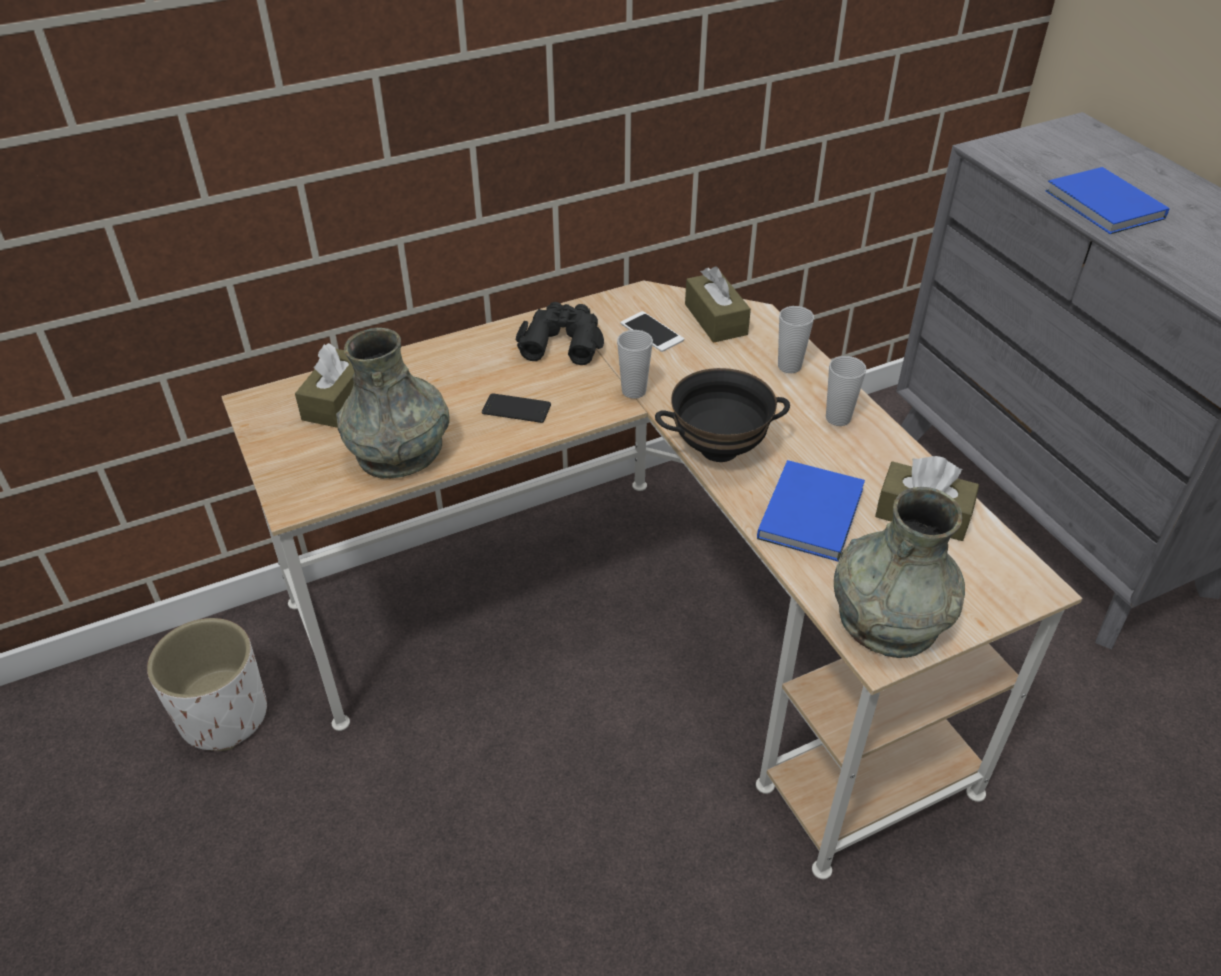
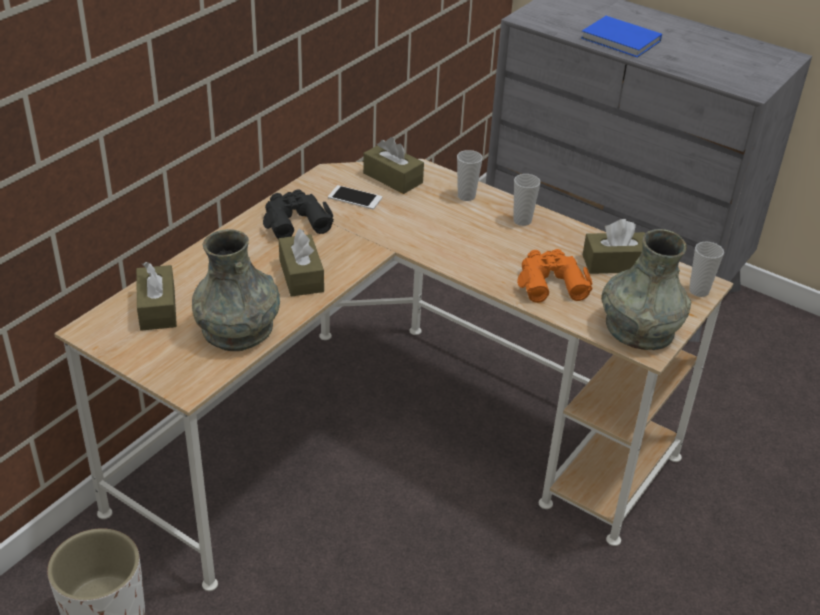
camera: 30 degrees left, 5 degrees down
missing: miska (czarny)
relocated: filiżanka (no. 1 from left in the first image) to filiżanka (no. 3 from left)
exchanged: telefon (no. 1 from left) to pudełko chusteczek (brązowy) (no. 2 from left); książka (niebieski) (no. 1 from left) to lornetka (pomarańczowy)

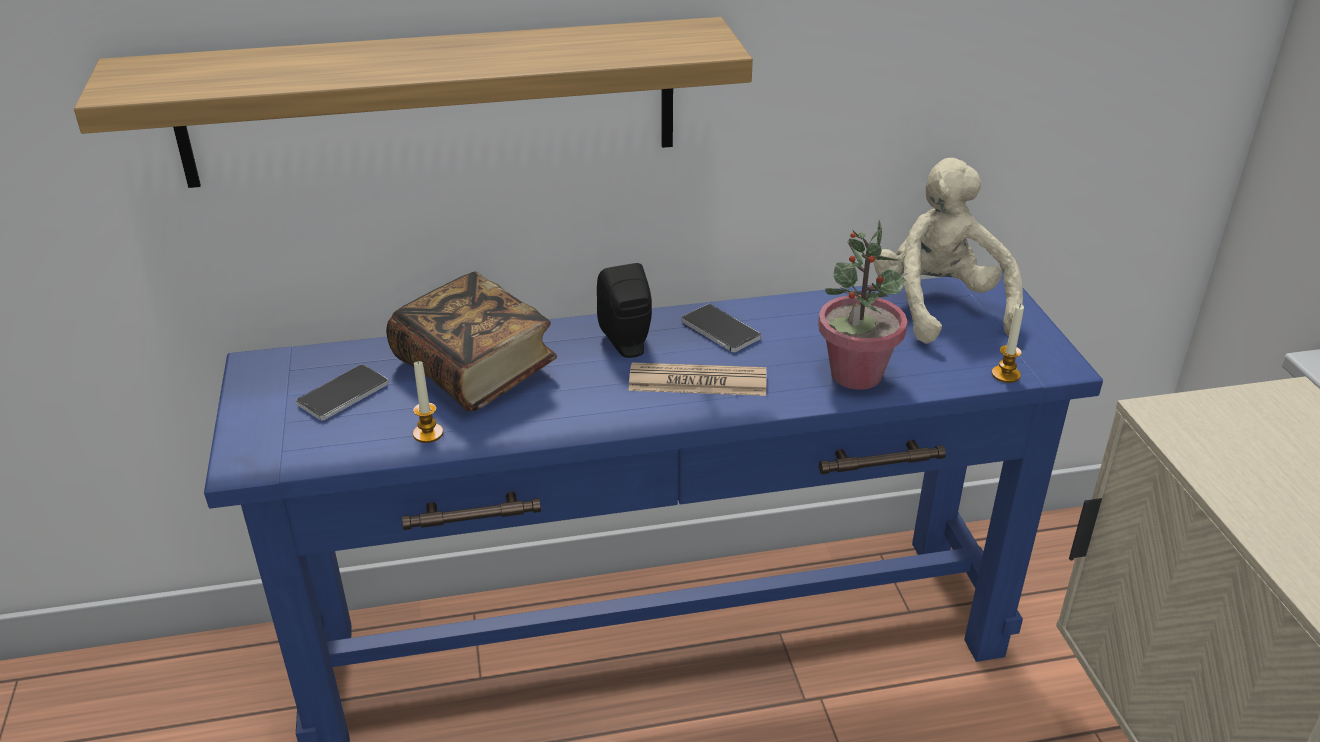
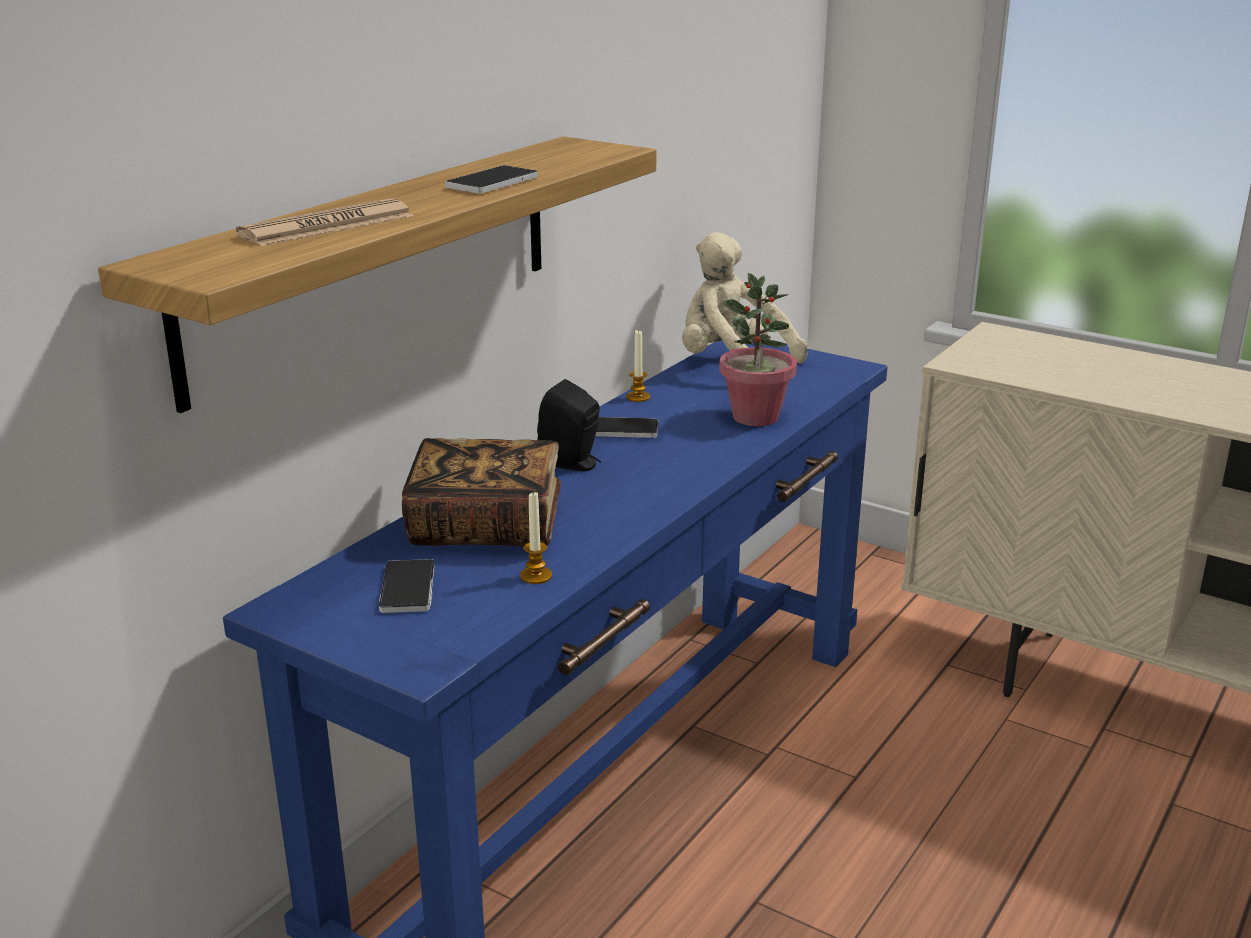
camera: 45 degrees left, 10 degrees down
appeared: telefon (no. 2 from left)
relocated: gazeta; świeca (no. 2 from left)

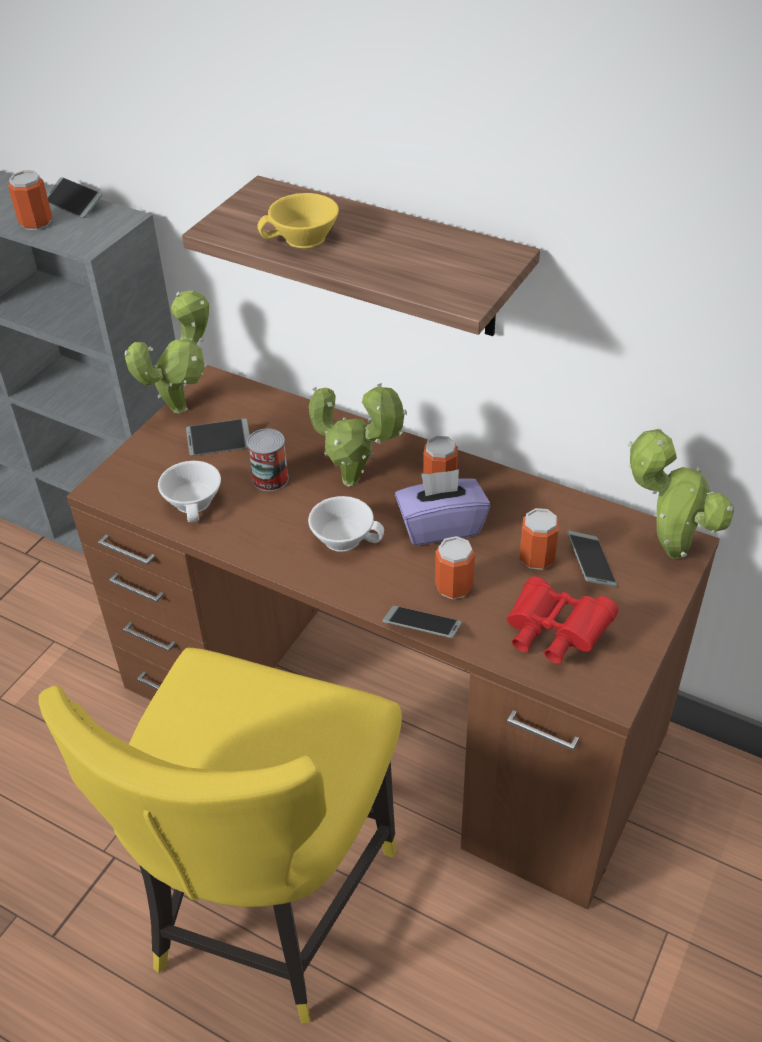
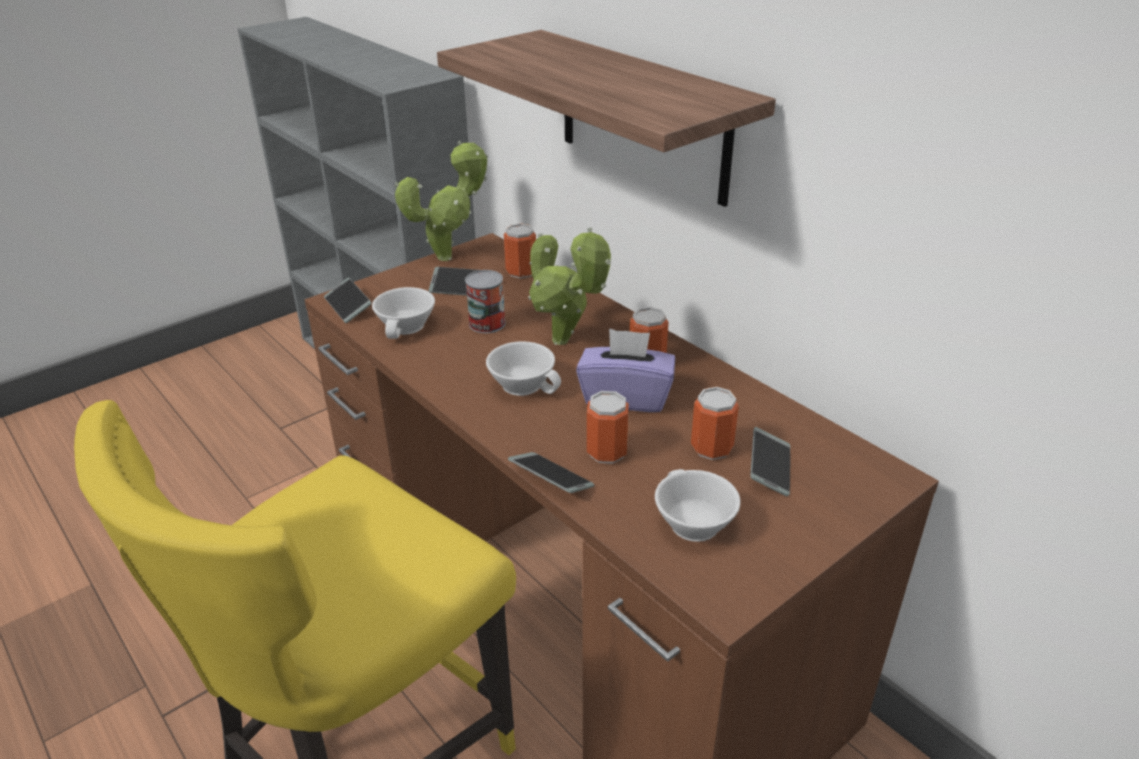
camera: 20 degrees right, 10 degrees down
missing: filiżanka (żółty); roślina doniczkowa (no. 3 from left)
relocated: puszka (no. 1 from left in the first image) to puszka (no. 2 from left); telefon (no. 1 from left)
exchanged: lornetka (czerwony) to filiżanka (biały) (no. 3 from left)

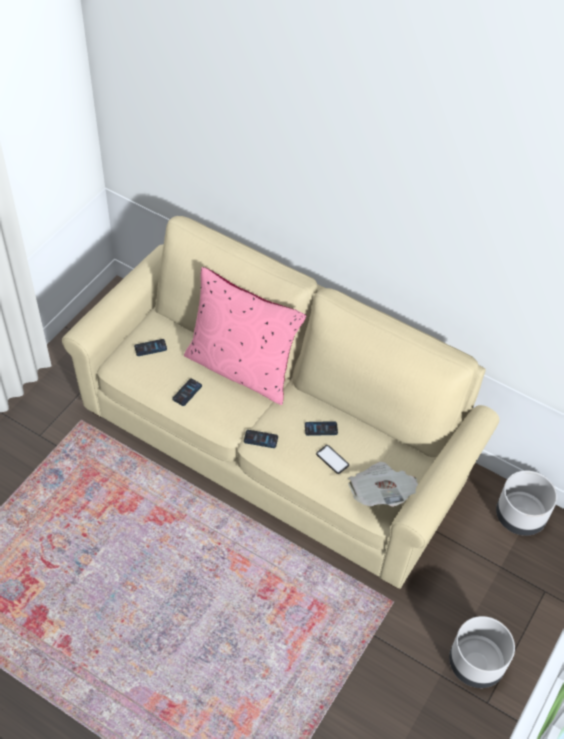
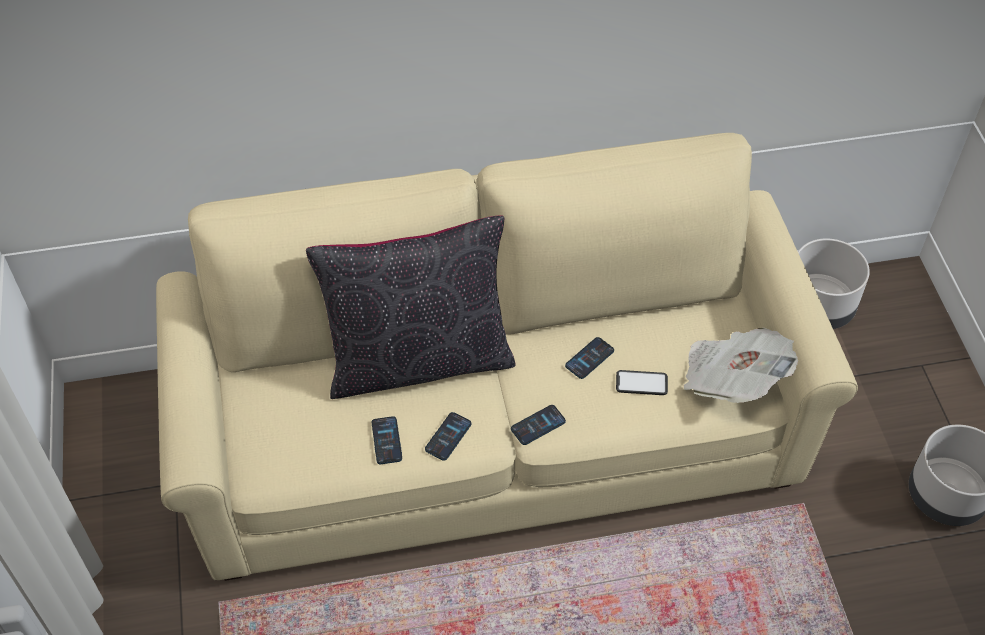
camera: 40 degrees left, 0 degrees up
relocated: telefon (no. 1 from left in the first image) to telefon (no. 2 from left)
colour: poduszka (różowy) to poduszka (czarny)

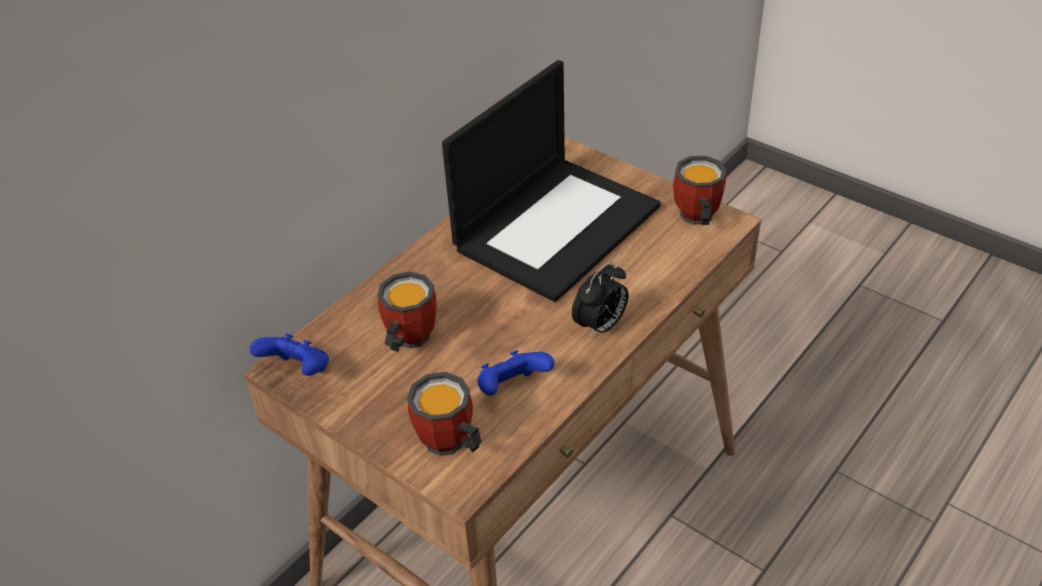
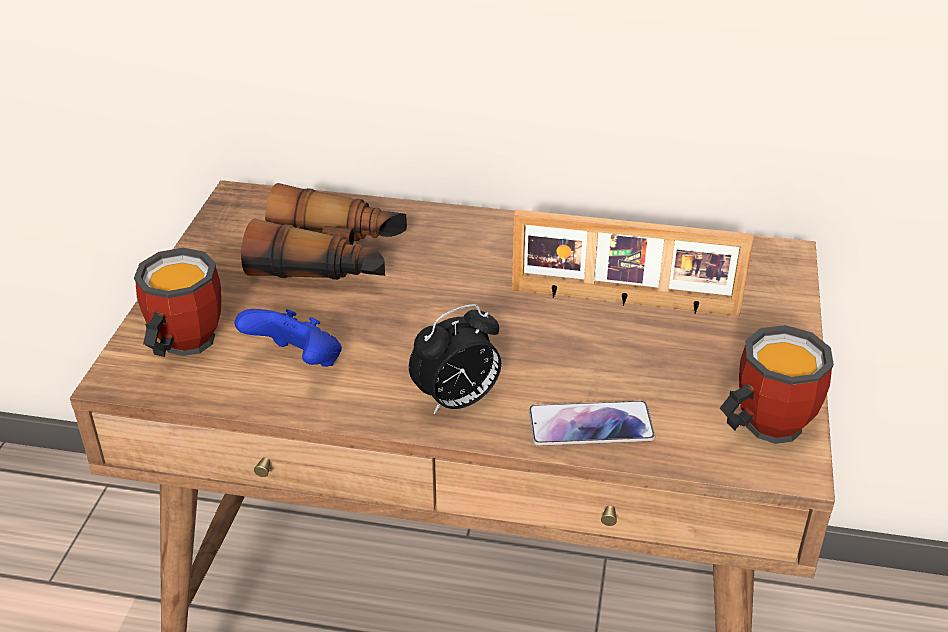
camera: 60 degrees right, 5 degrees down
missing: pad do gier (niebieski) (no. 1 from left)
appeared: telefon
exchanged: kubek (no. 1 from left) to lornetka; laptop to ramka na zdjęcie
spun: budzik 45 degrees counterclockwise

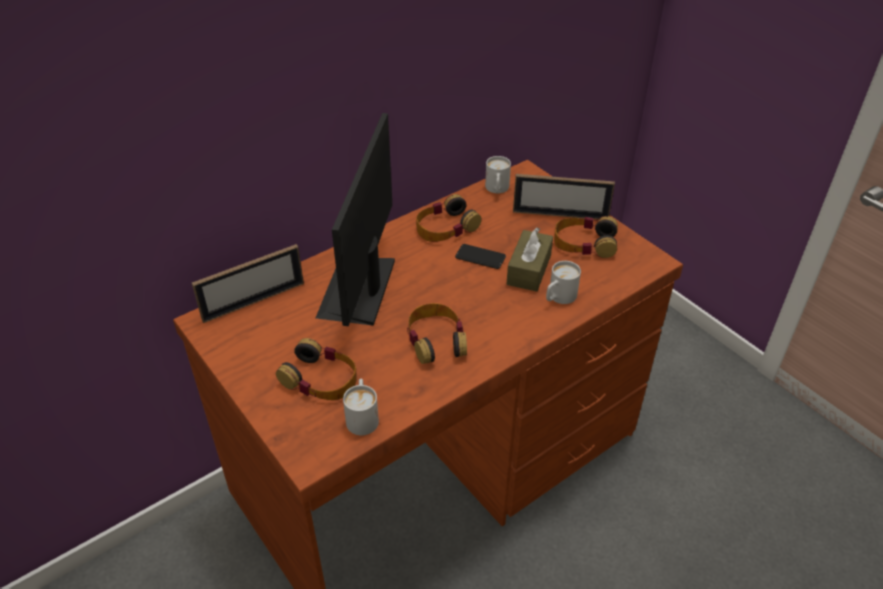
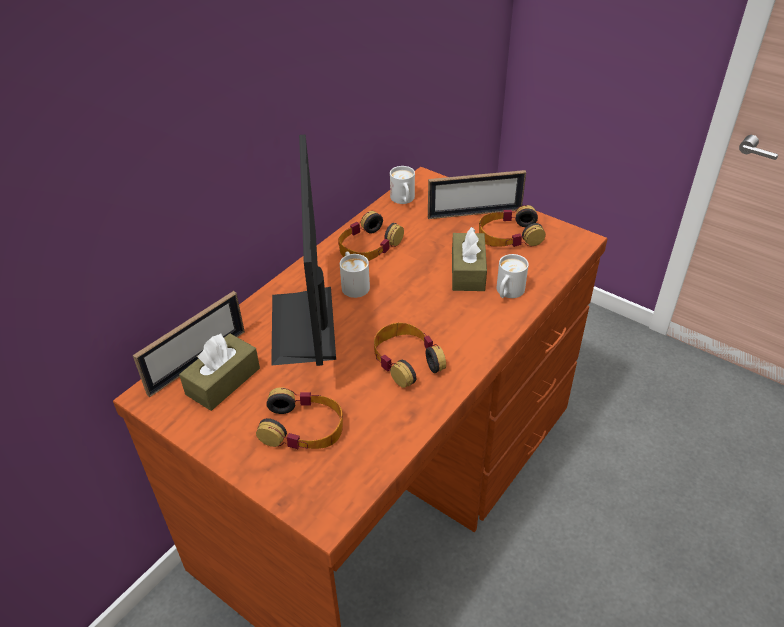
camera: 15 degrees left, 0 degrees up
missing: telefon
appeared: pudełko chusteczek (brązowy) (no. 1 from left)
relocated: kubek (biały) (no. 1 from left)

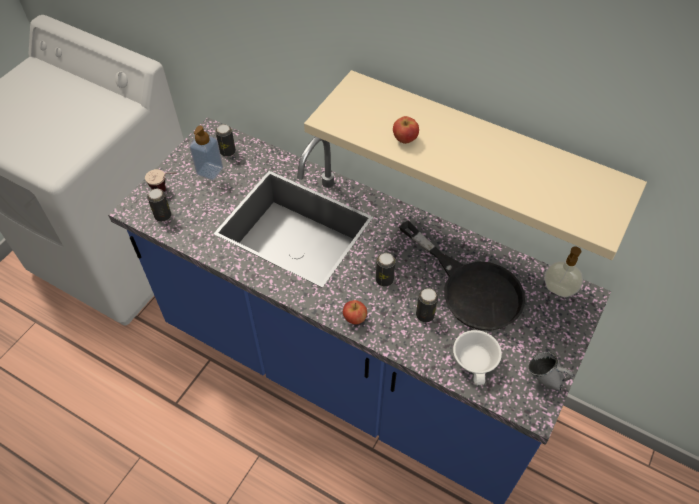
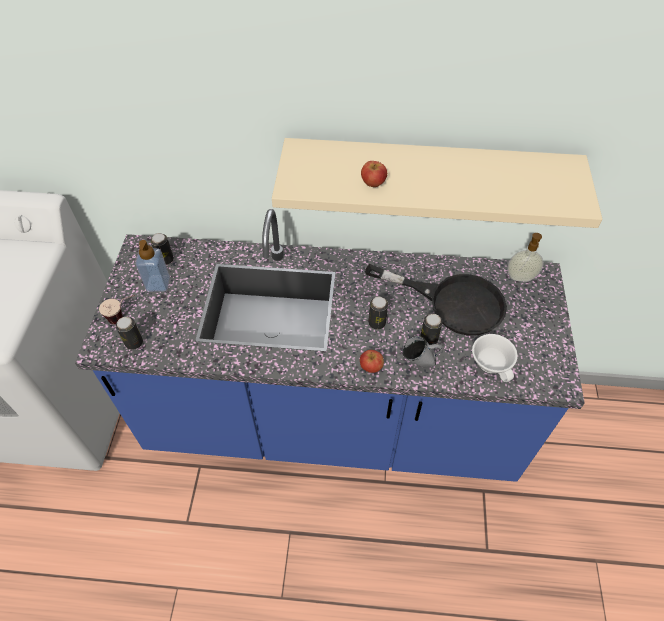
camera: 25 degrees left, 0 degrees up
relocated: kubek (szary)

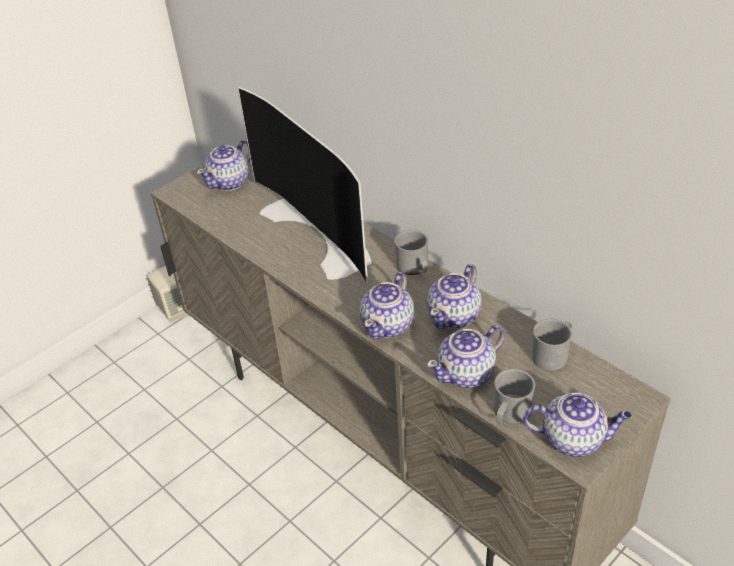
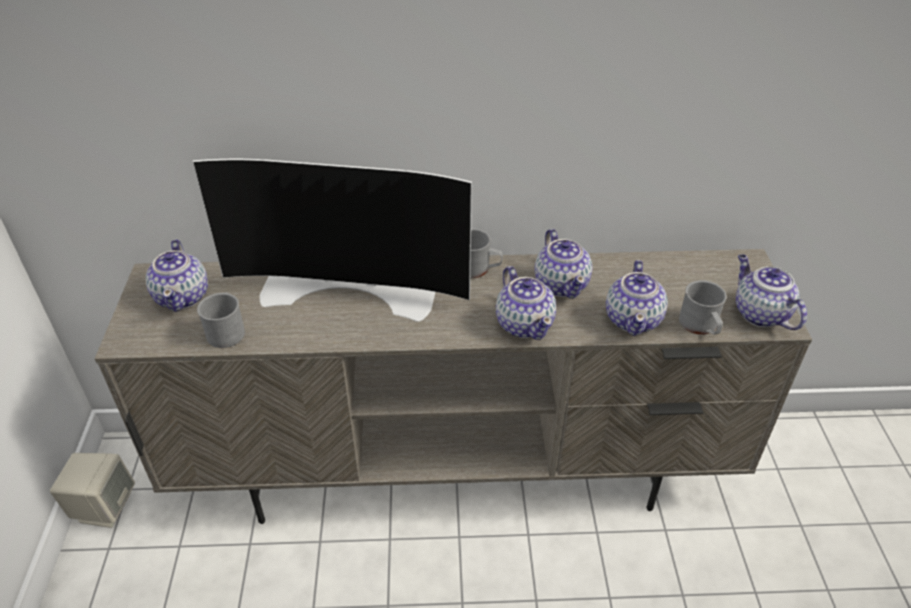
camera: 50 degrees left, 0 degrees up
relocated: kubek (szary) (no. 3 from left in the first image) to kubek (szary) (no. 1 from left)
spun: imbryk (no. 5 from left) 75 degrees counterclockwise

